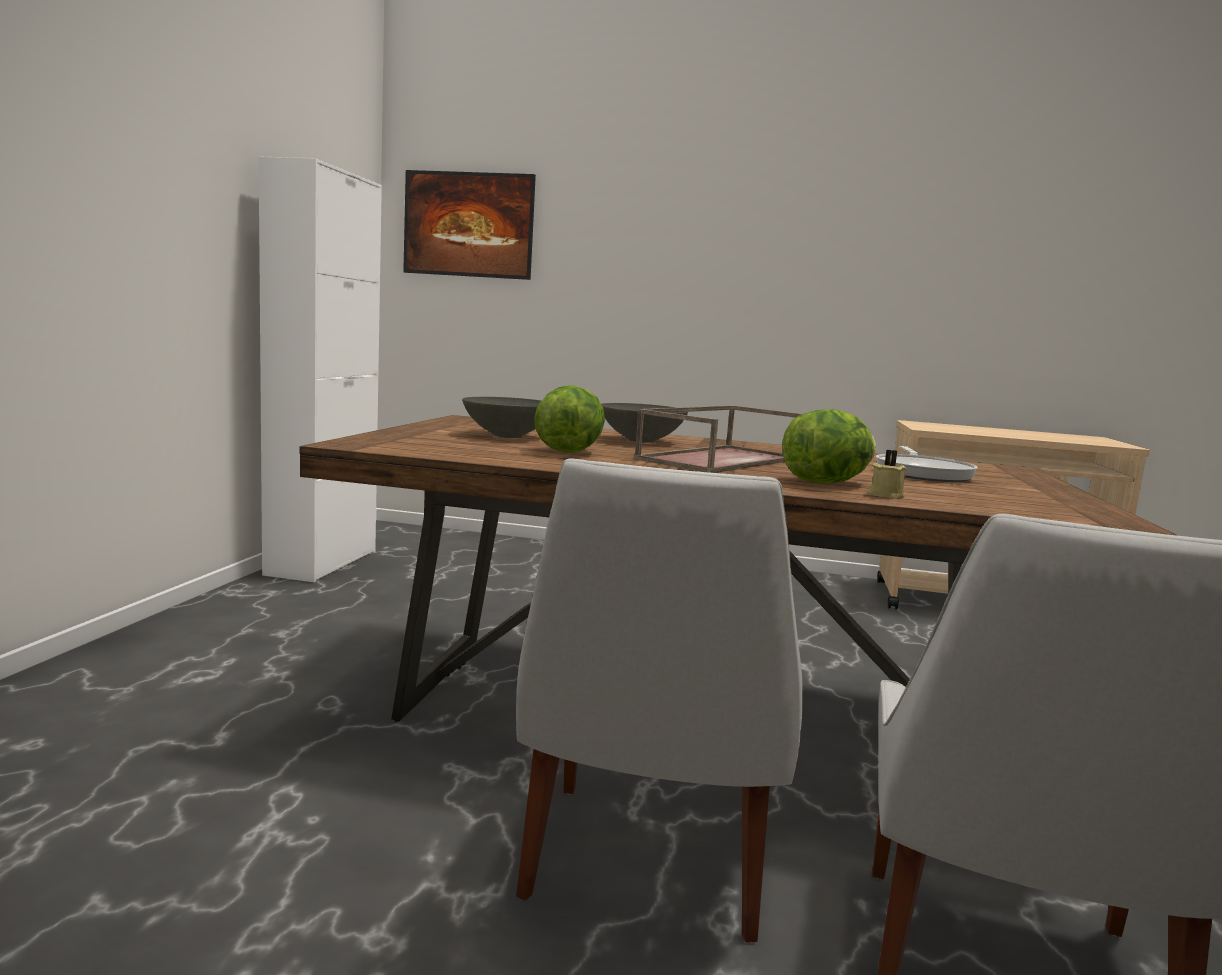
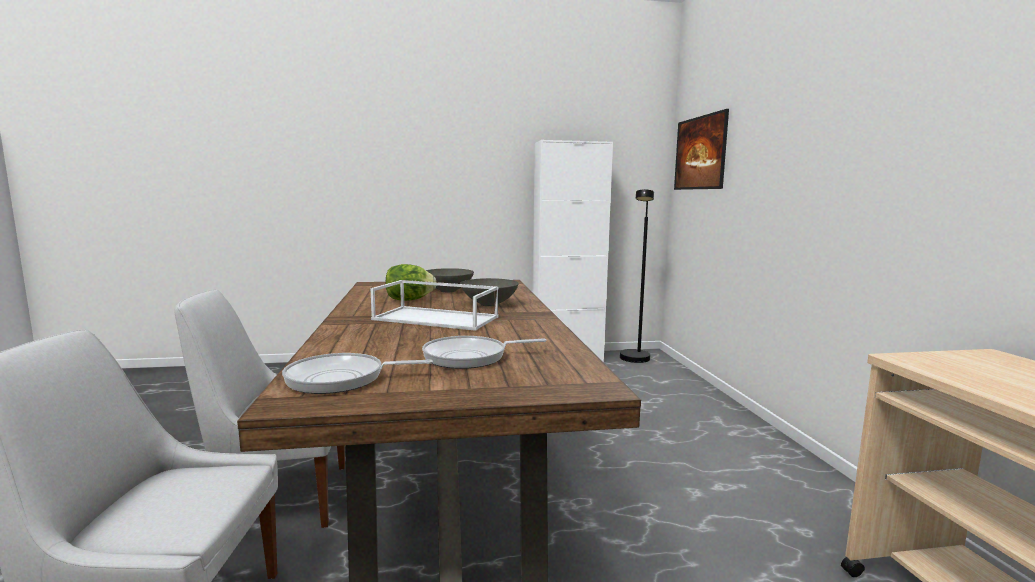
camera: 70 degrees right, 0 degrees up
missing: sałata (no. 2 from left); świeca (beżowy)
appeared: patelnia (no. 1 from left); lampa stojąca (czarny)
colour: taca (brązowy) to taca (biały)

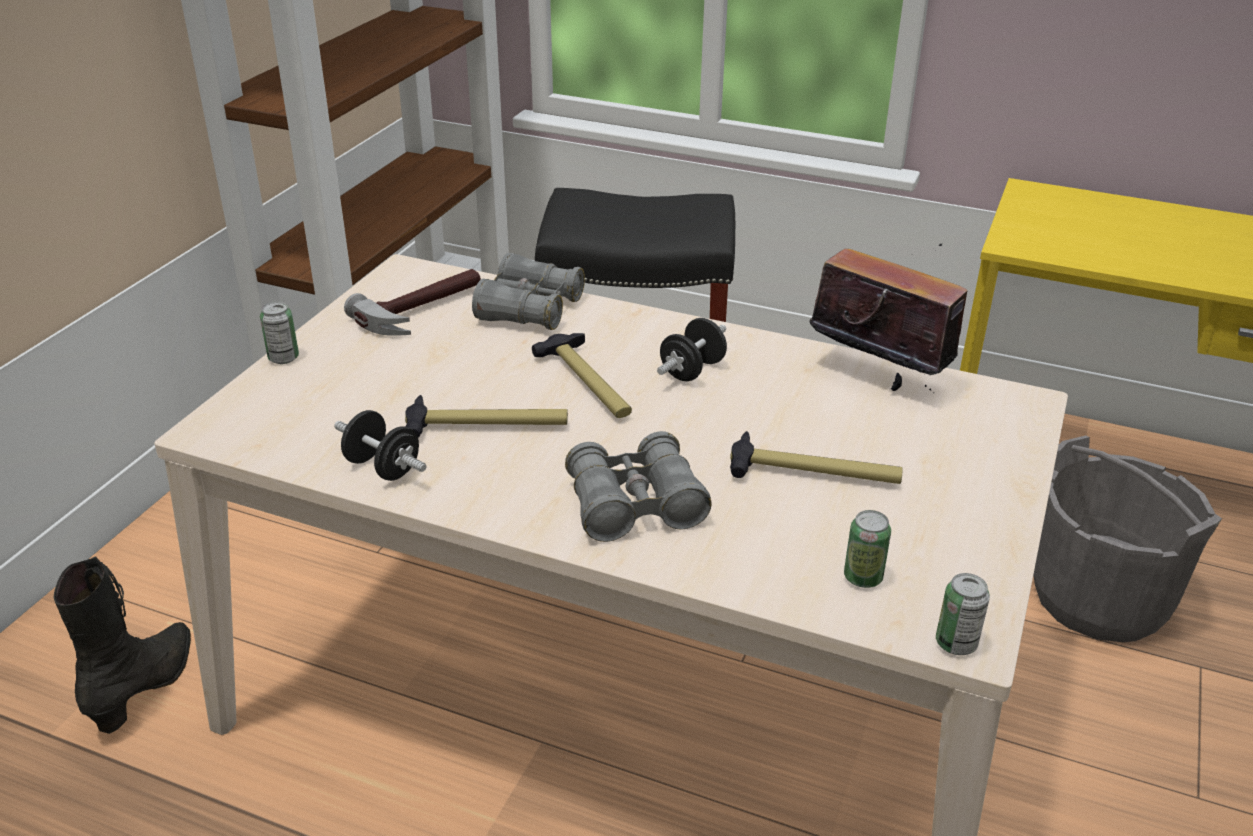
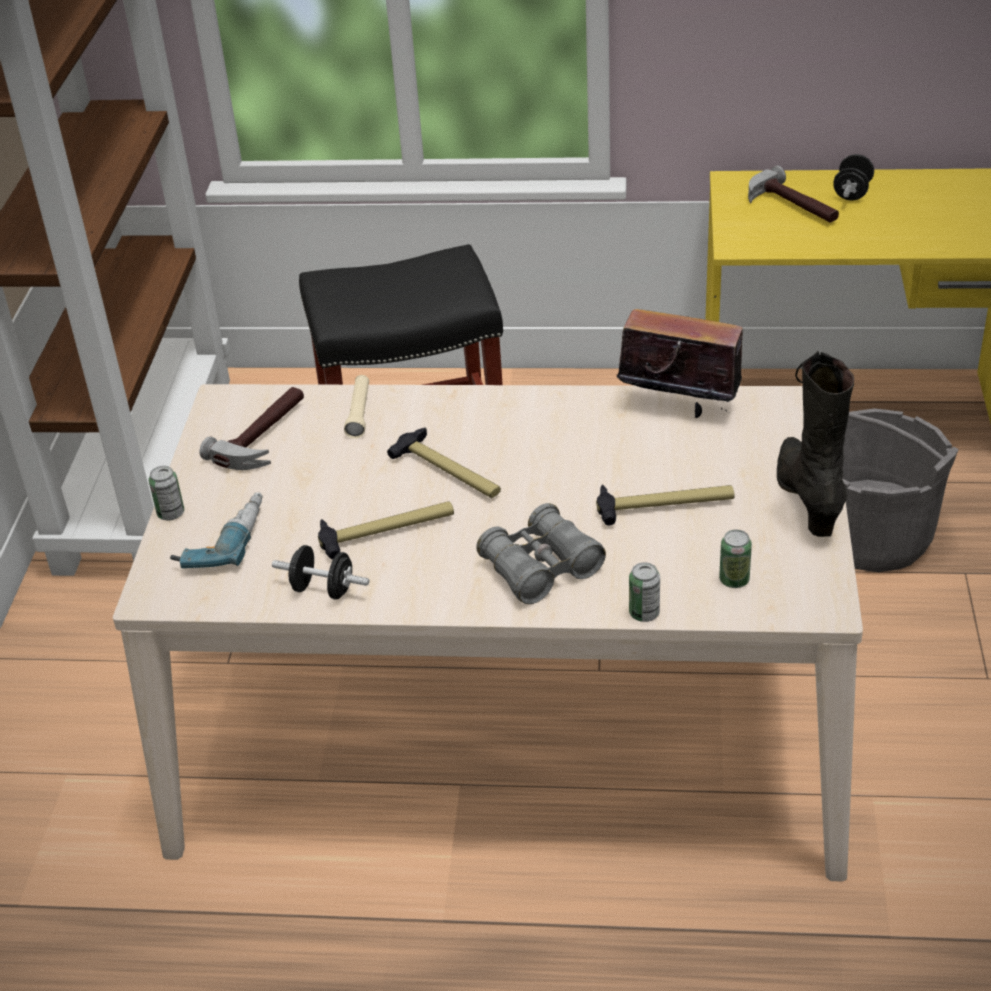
camera: 15 degrees left, 5 degrees up
appeared: wiertarka; młotek (no. 5 from left)
relocated: but z cholewką (czarny); hantel (czarny) (no. 2 from left); puszka (no. 3 from left in the first image) to puszka (no. 2 from left)
exchanged: lornetka (szary) (no. 1 from left) to latarka (beżowy)

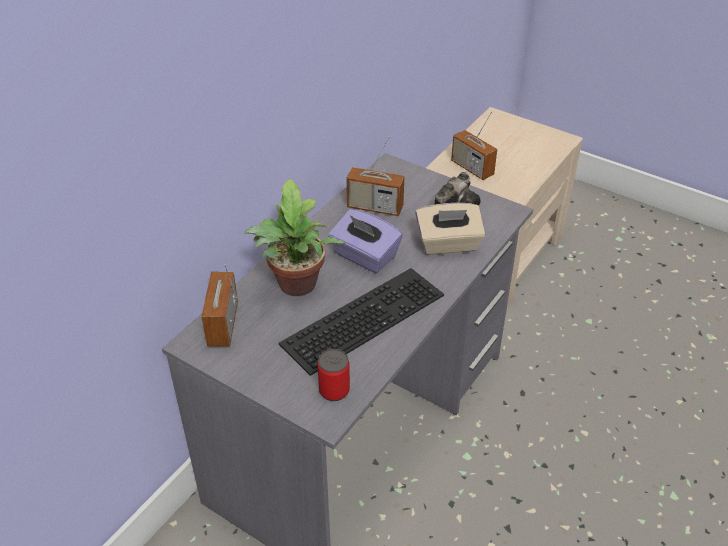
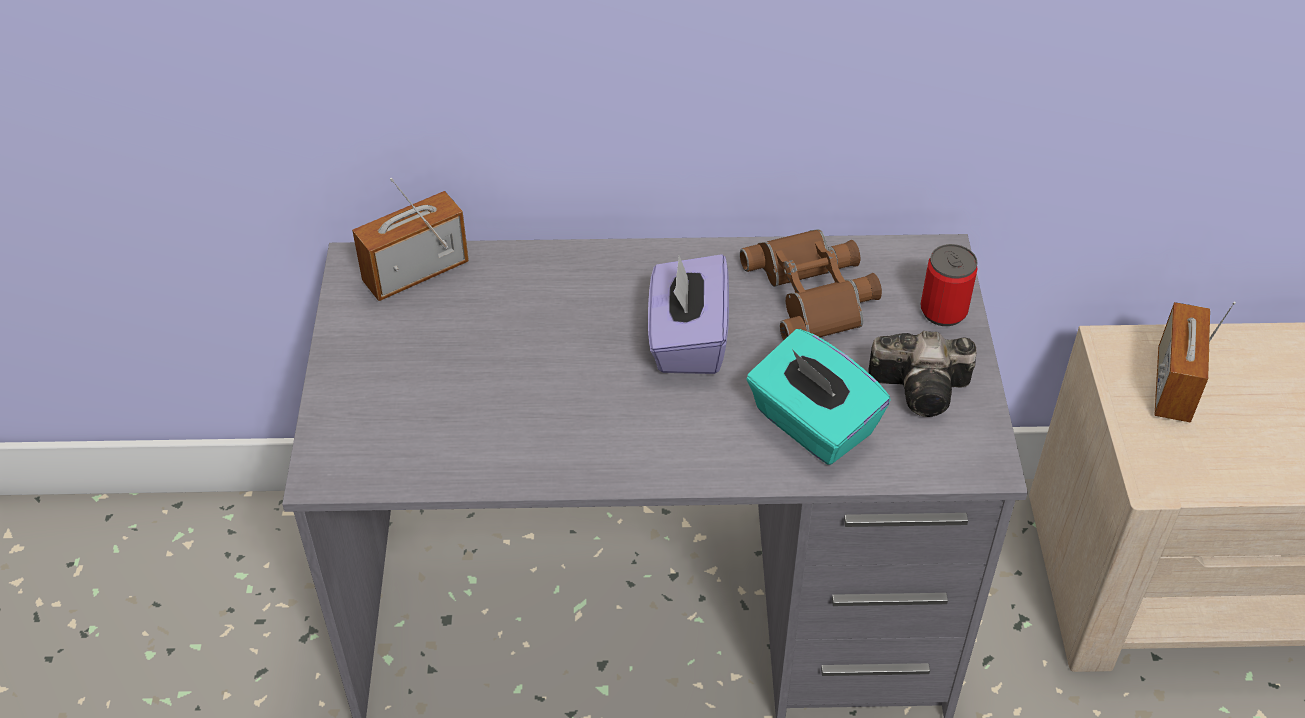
camera: 55 degrees right, 5 degrees up
missing: roślina doniczkowa; klawiatura
relocated: puszka
exchanged: radio (no. 2 from left) to lornetka (brązowy)
colour: pudełko chusteczek (beżowy) to pudełko chusteczek (turkusowy)

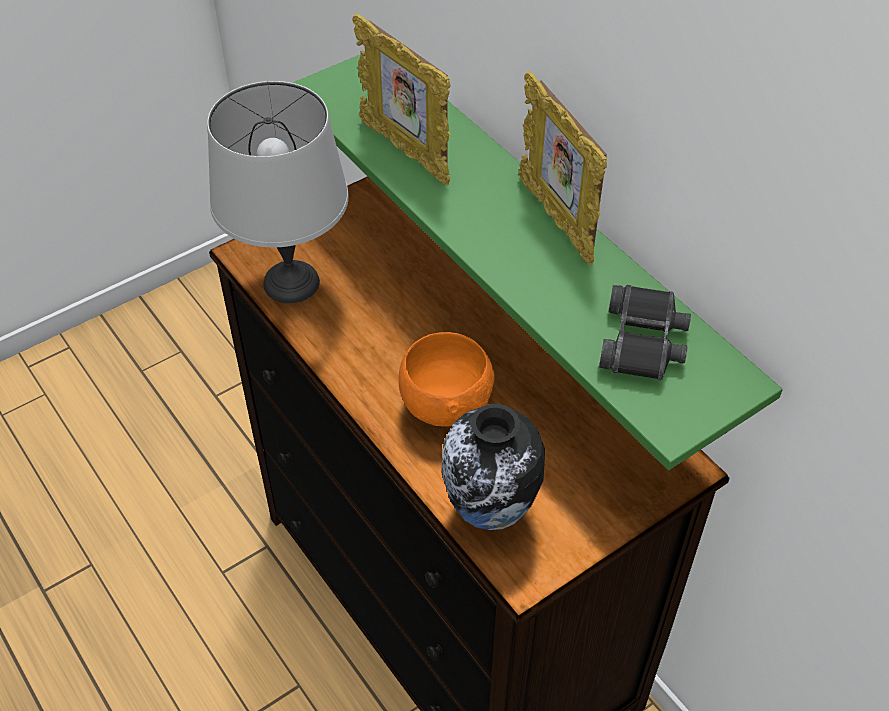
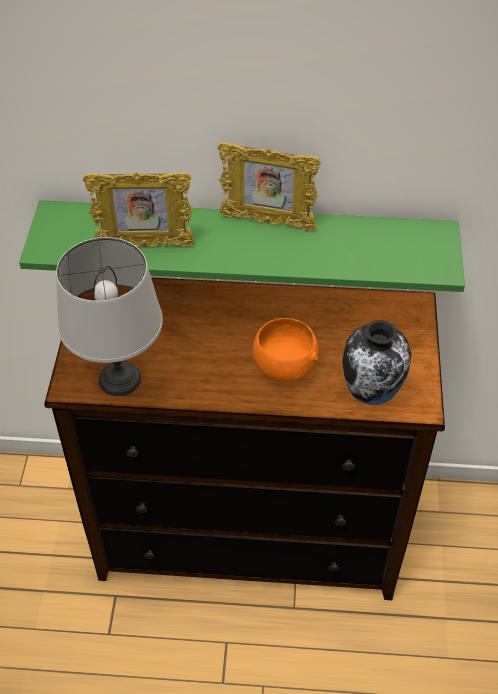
camera: 50 degrees left, 0 degrees up
missing: lornetka (czarny)

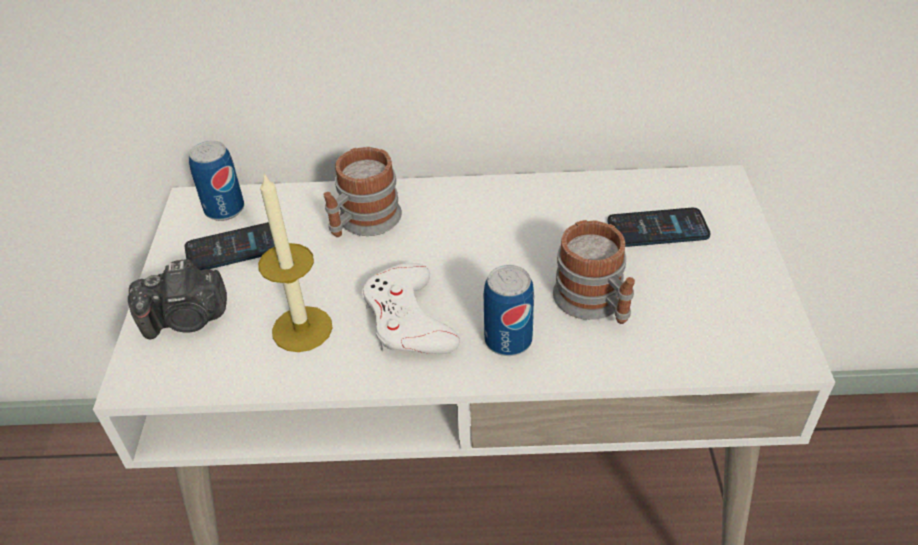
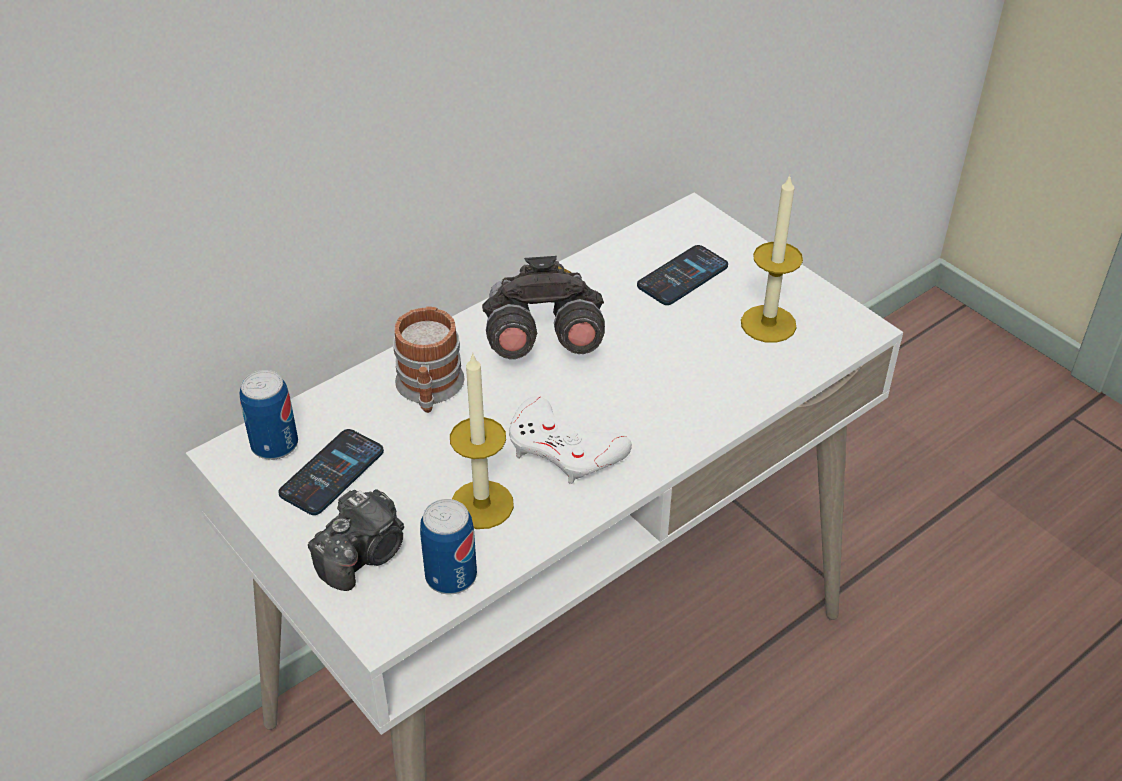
camera: 40 degrees left, 0 degrees up
missing: kubek (no. 2 from left)
appeared: lornetka (szary); świeca (no. 2 from left)
relocated: puszka (no. 2 from left)

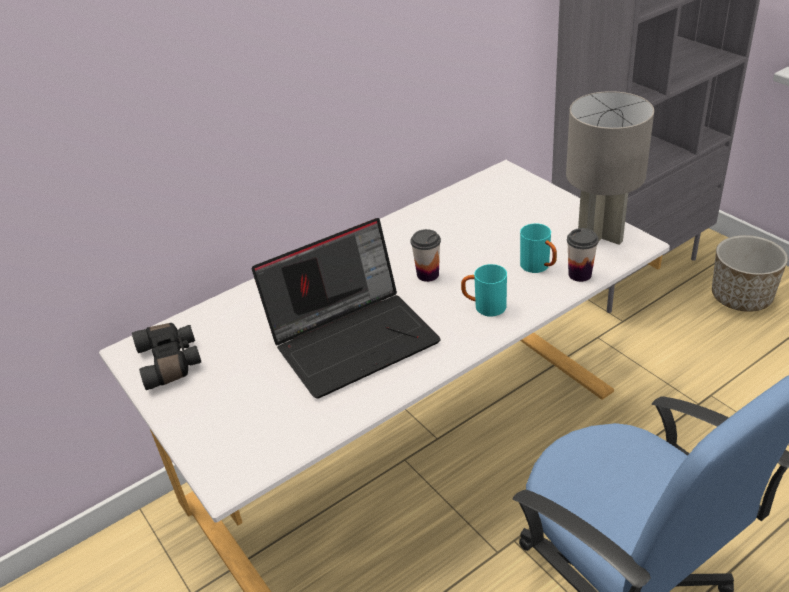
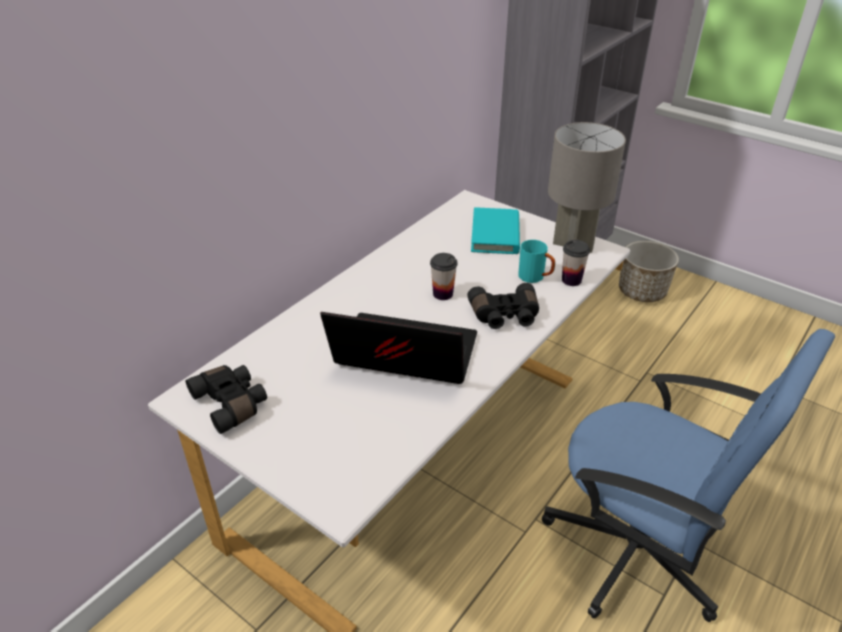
camera: 20 degrees left, 0 degrees up
appeared: książka (turkusowy)
exchanged: kubek (turkusowy) (no. 1 from left) to lornetka (czarny) (no. 2 from left)
spun: laptop 120 degrees counterclockwise

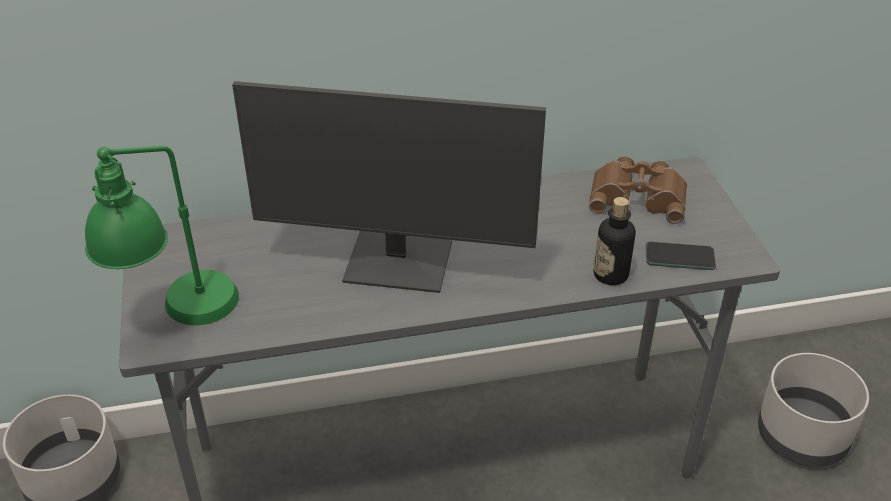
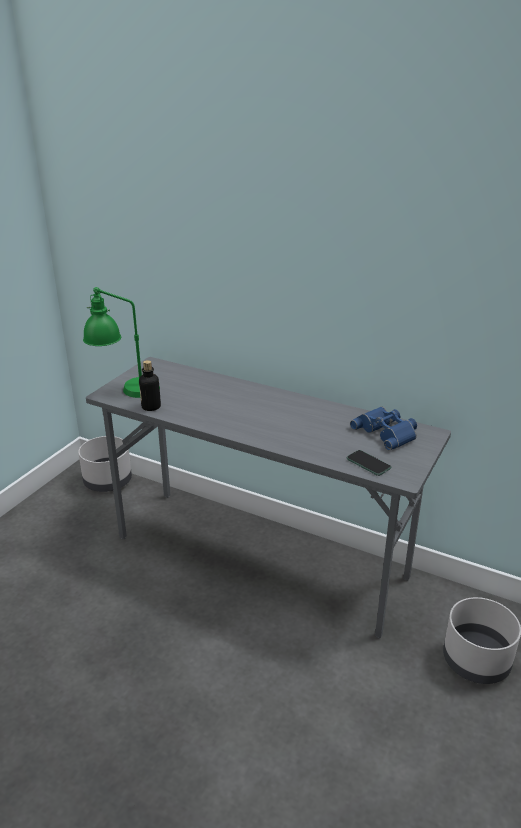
camera: 40 degrees right, 10 degrees down
missing: monitor
relocated: butelka
colour: lornetka (brązowy) to lornetka (niebieski)

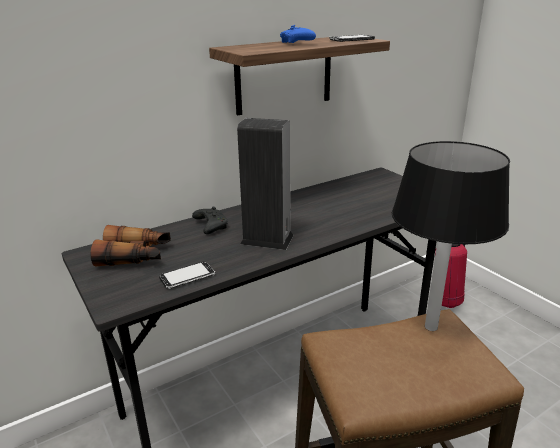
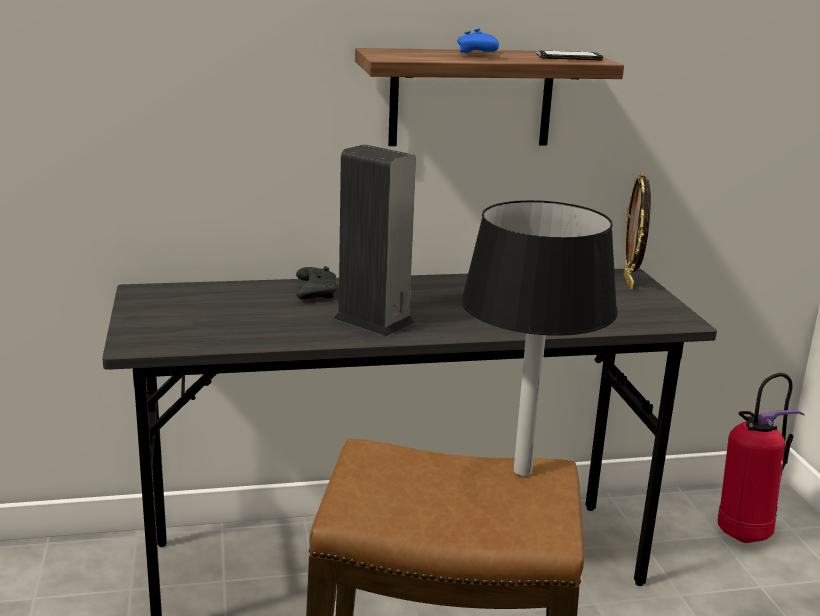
camera: 20 degrees right, 5 degrees down
missing: lornetka; telefon (no. 1 from left)
appeared: ramka na zdjęcie

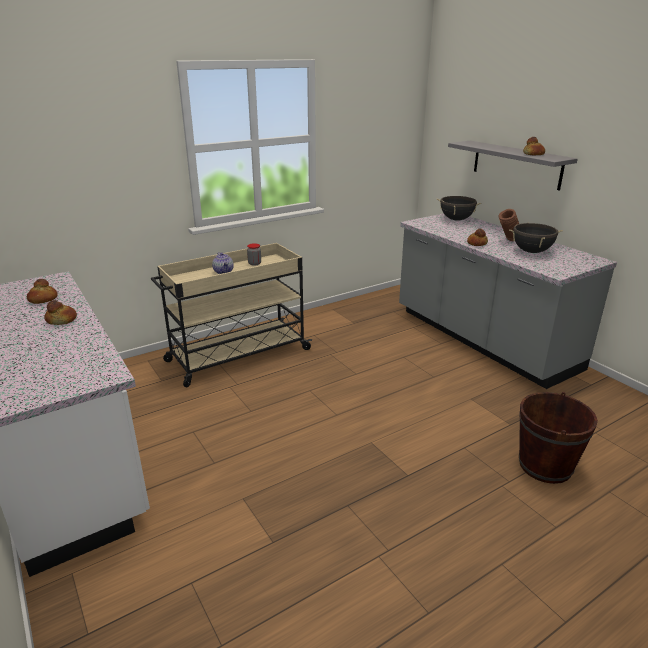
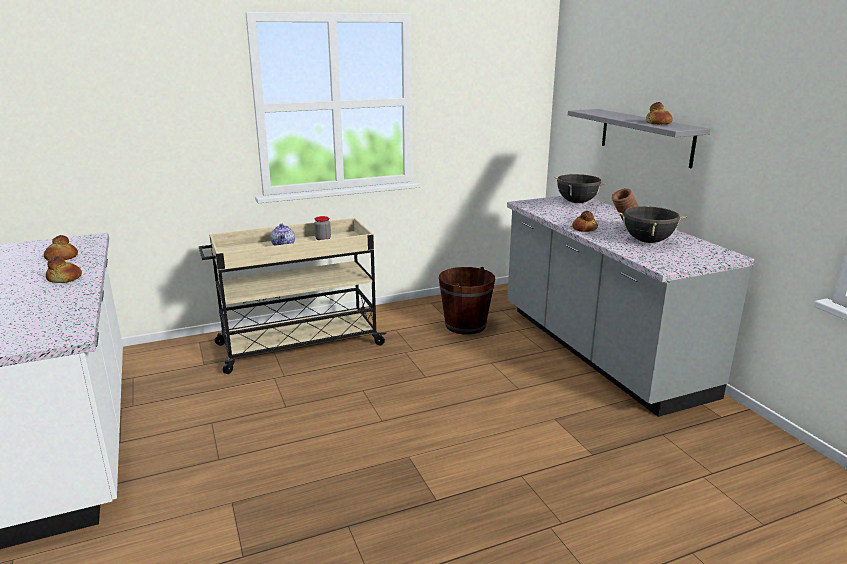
camera: 10 degrees right, 5 degrees down
relocated: wiadro (brązowy)

